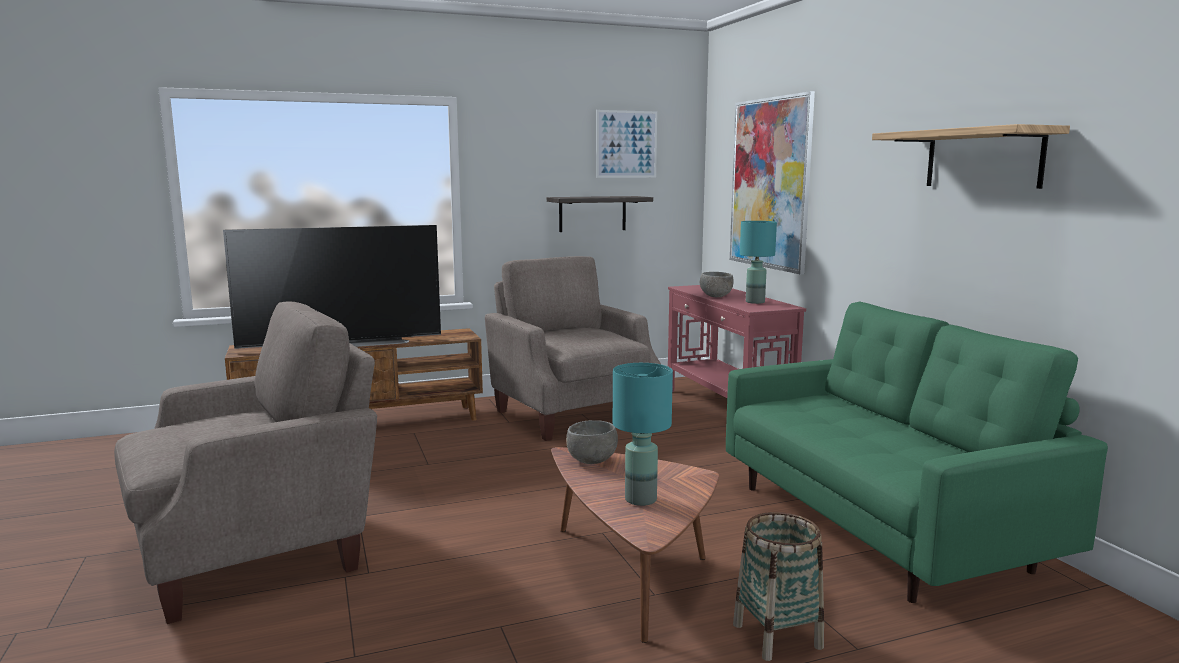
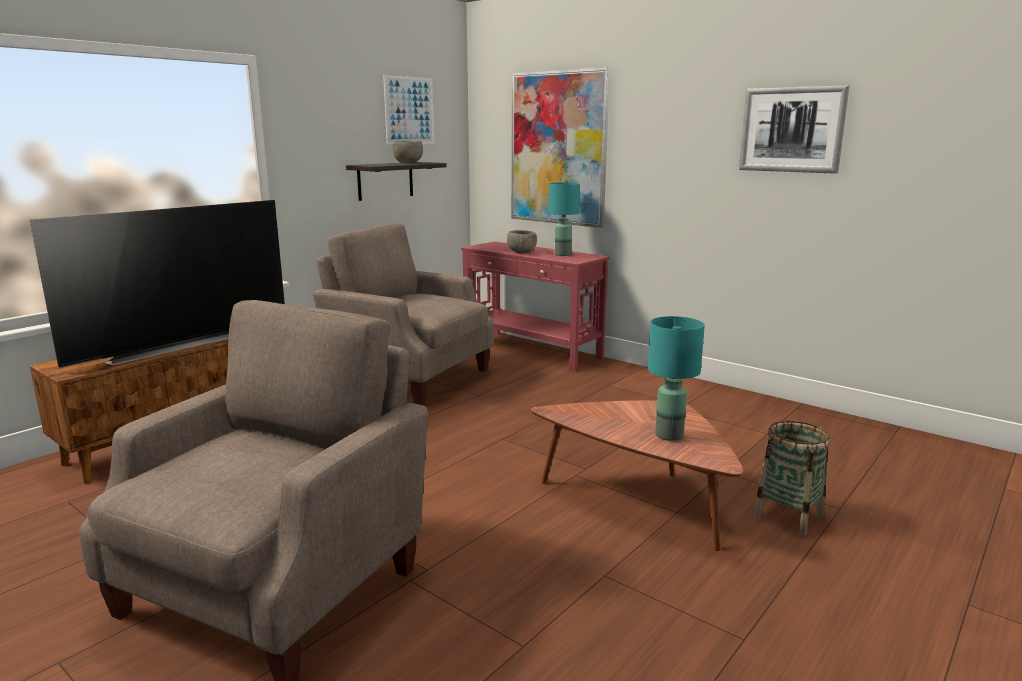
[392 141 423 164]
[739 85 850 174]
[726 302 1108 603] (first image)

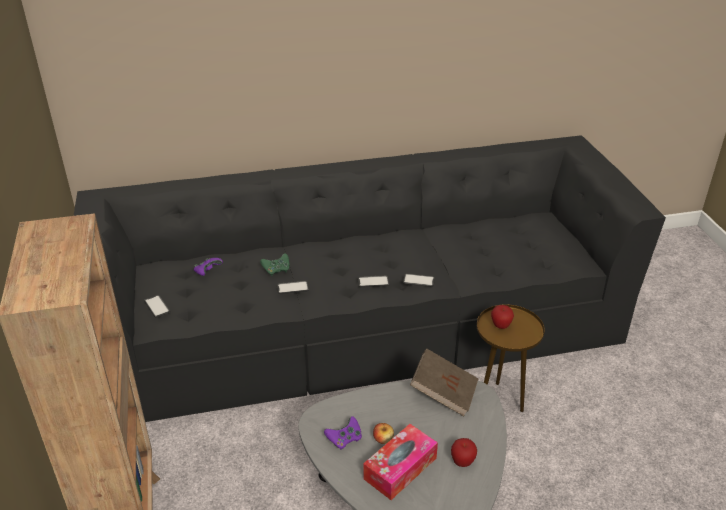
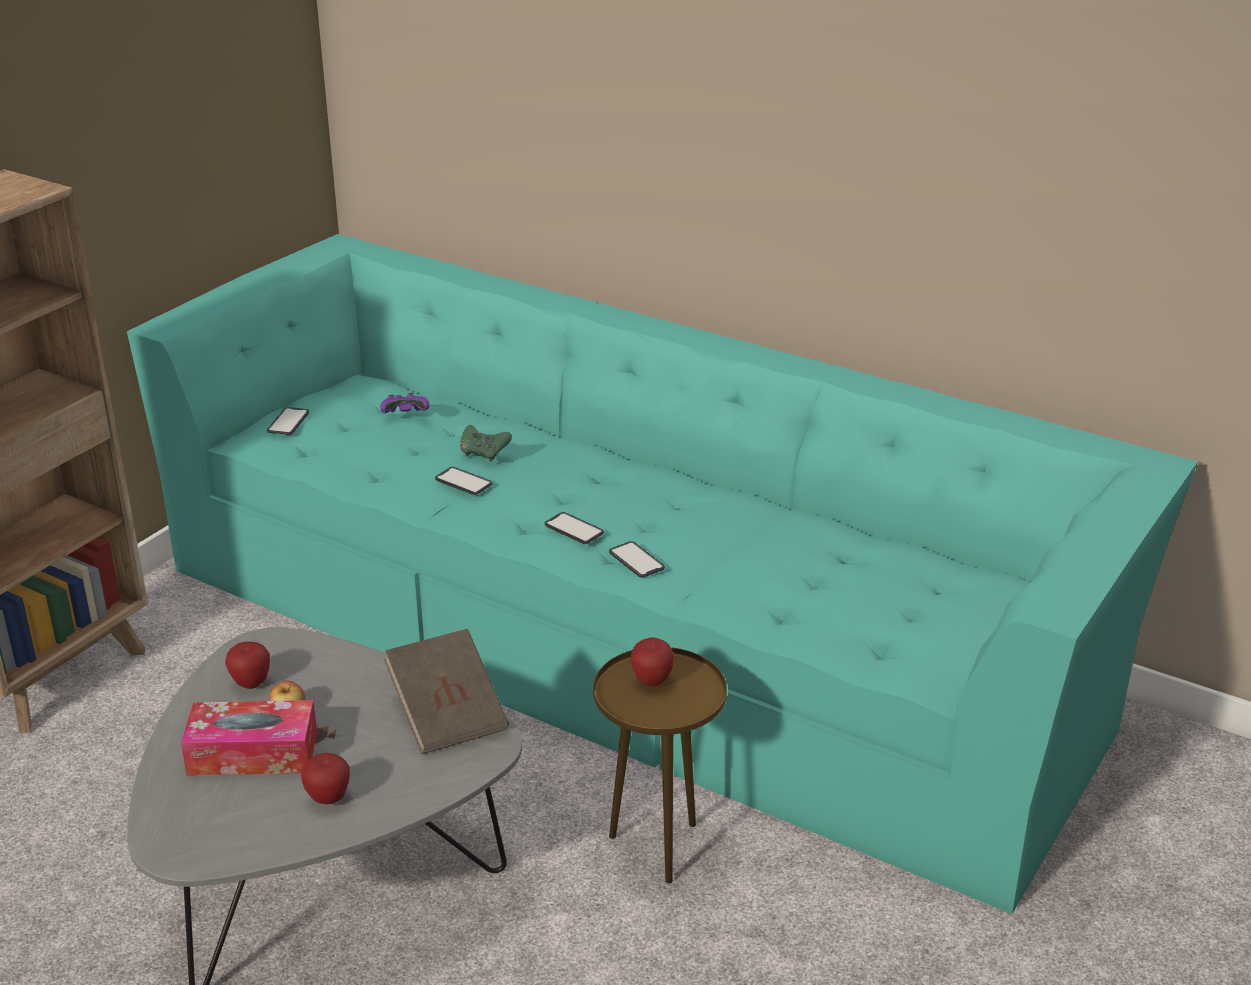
[127 234 1198 914]
[225 641 270 689]

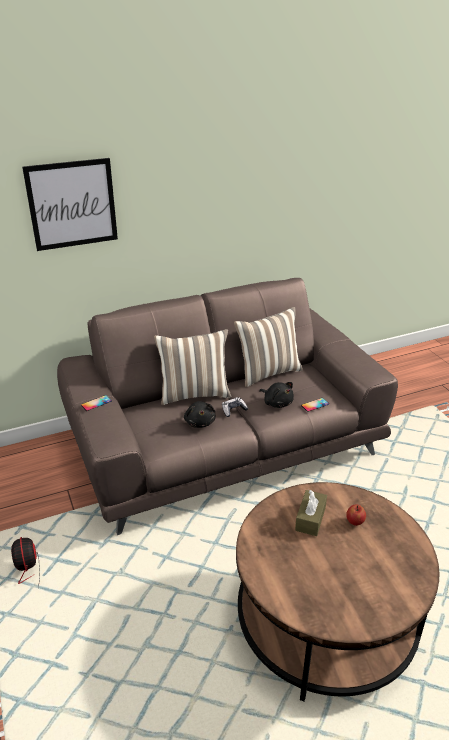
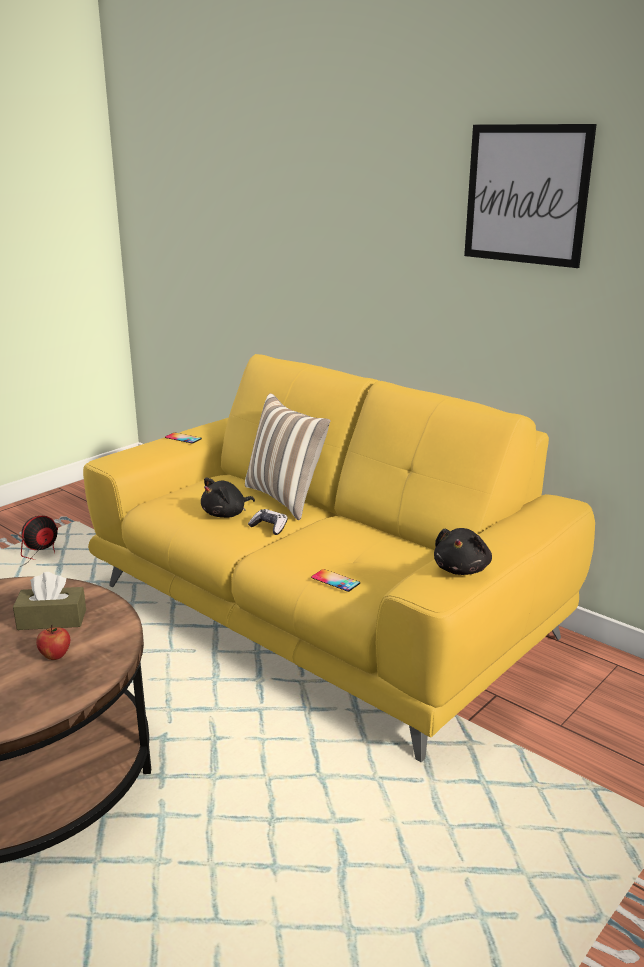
[83 354 595 762]
[434 528 492 575]
[464 124 597 268]
[234 307 303 387] (first image)

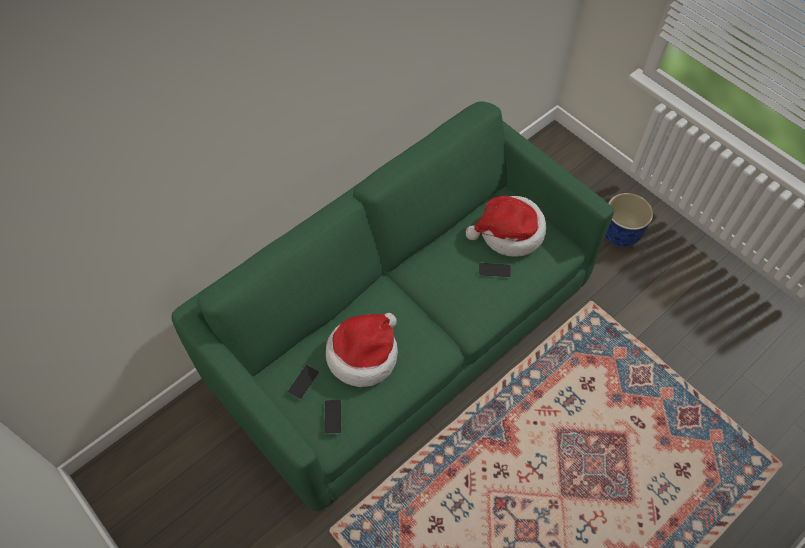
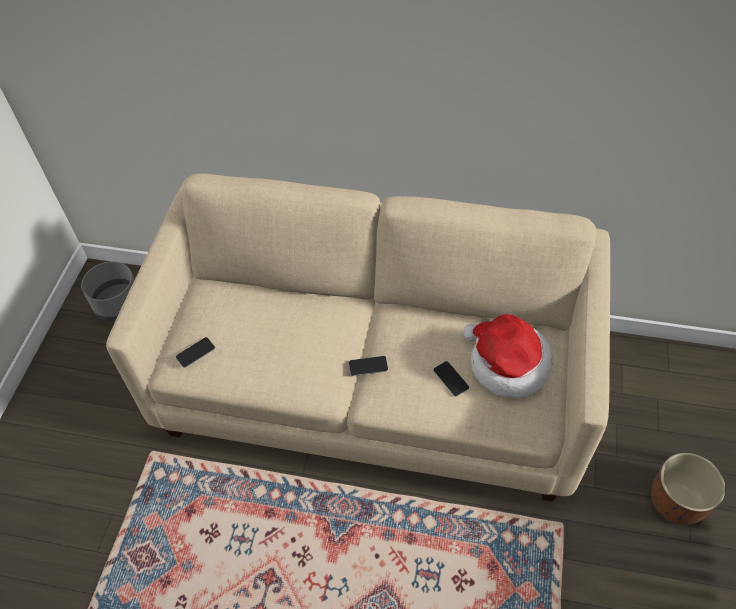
[81 261 135 322]
[106 174 610 501]
[349 356 388 376]
[651 453 725 525]
[326 313 398 387] (first image)

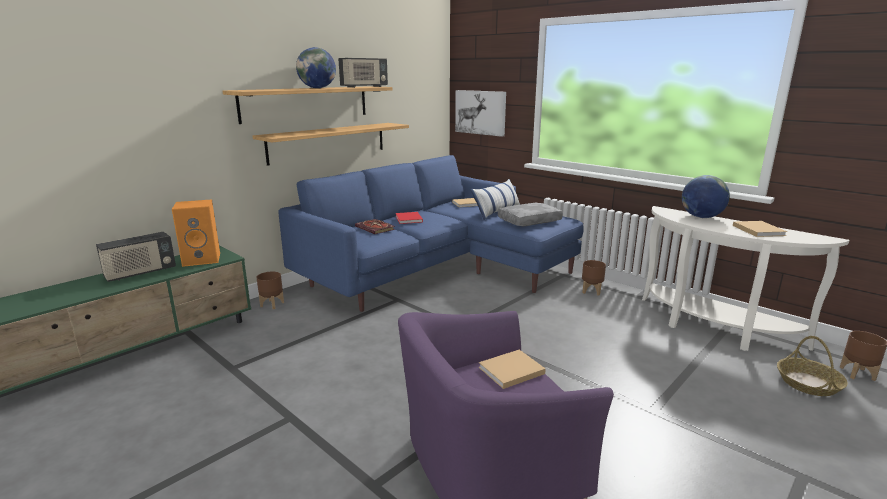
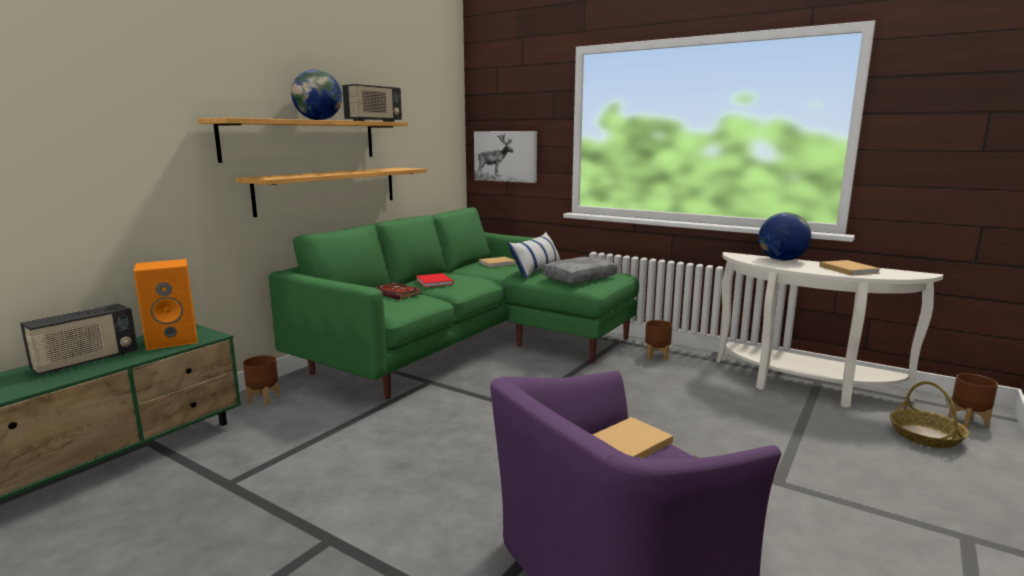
[269 207 639 399]

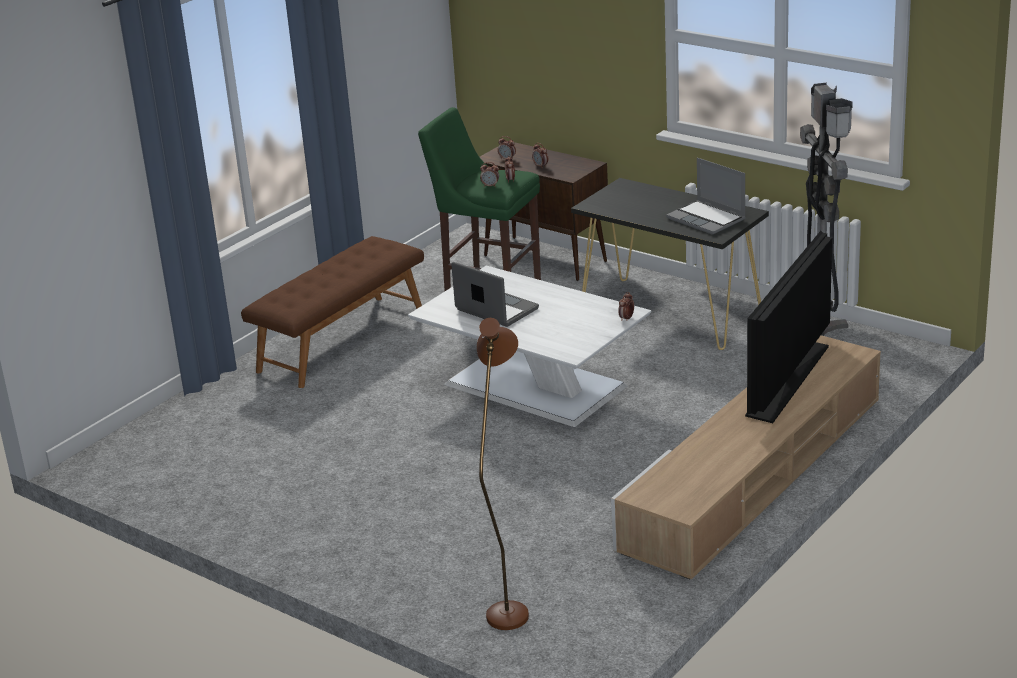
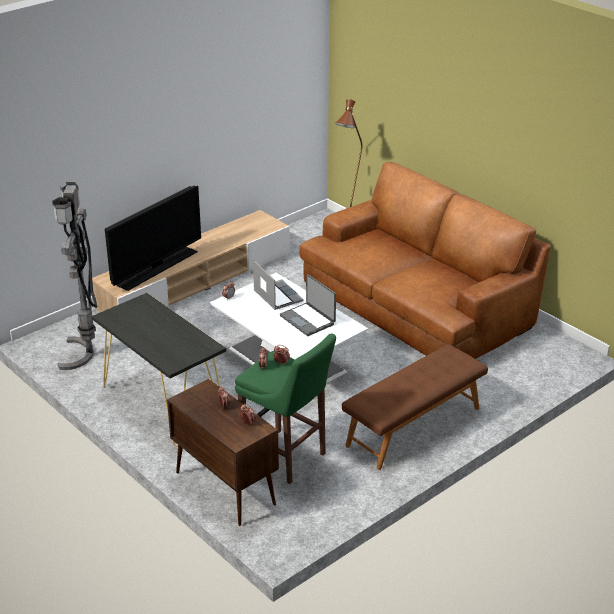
[253 260 304 310]
[299 162 551 359]

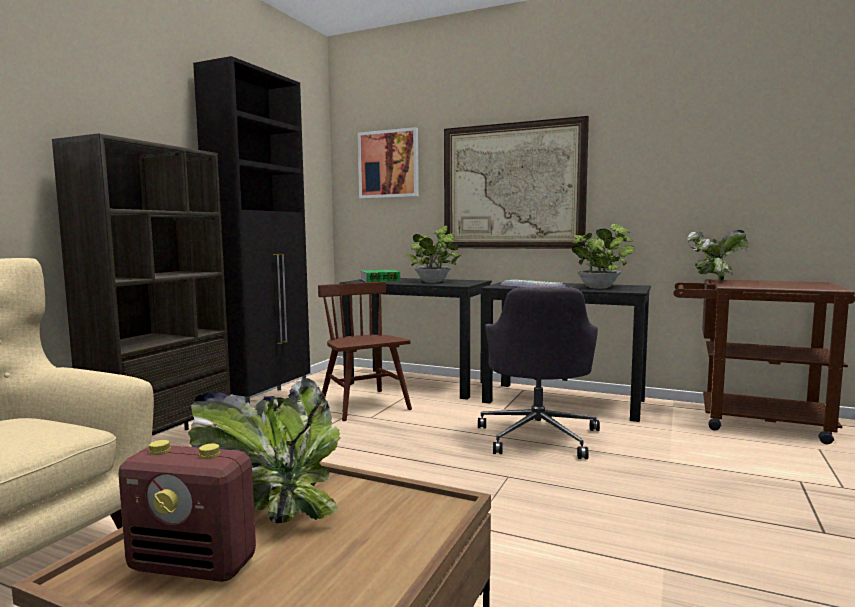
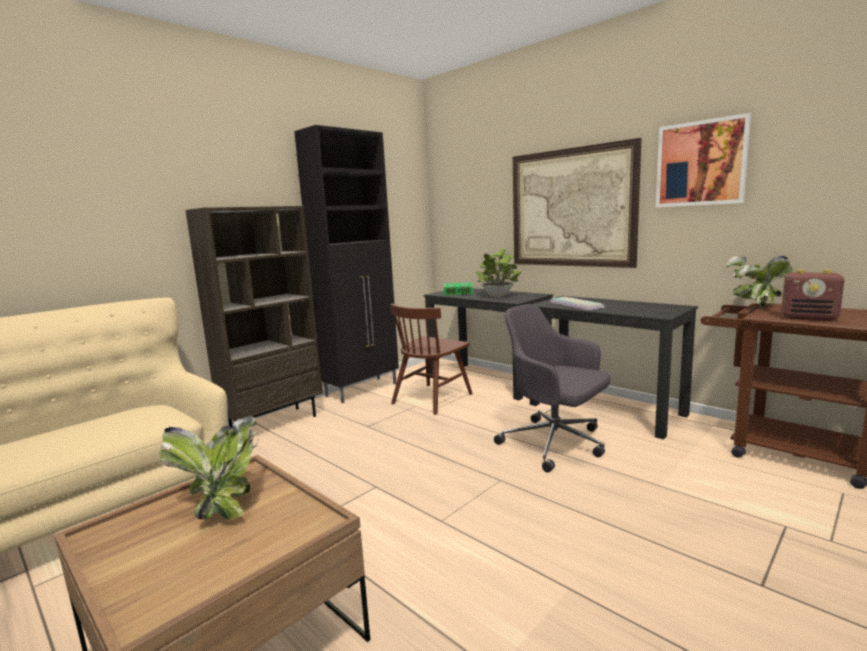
[390 304 473 414]
[494 304 611 472]
[656 113 751 207]
[781 269 845 321]
[572 223 635 289] (first image)

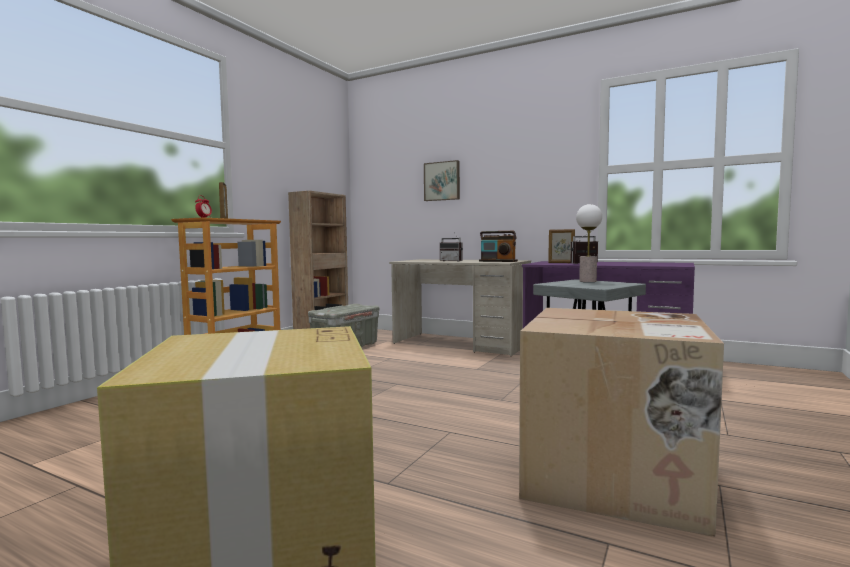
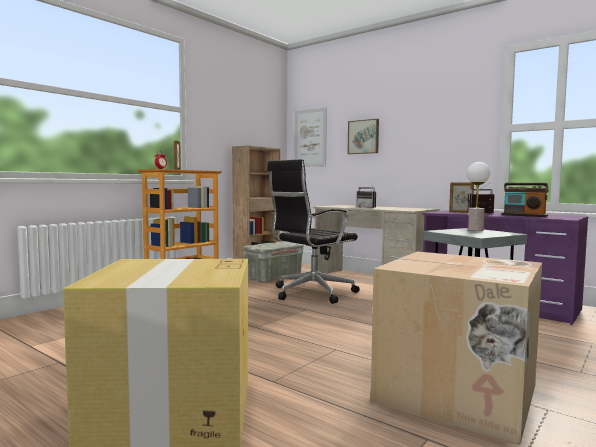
[267 159 360 304]
[294 107 327 167]
[501 183 549 217]

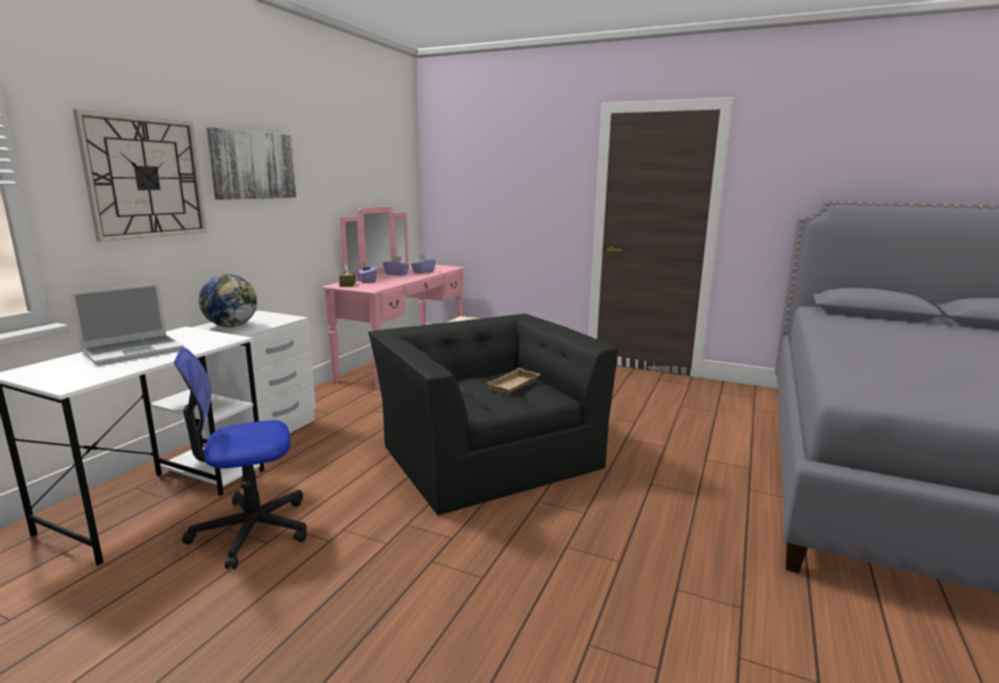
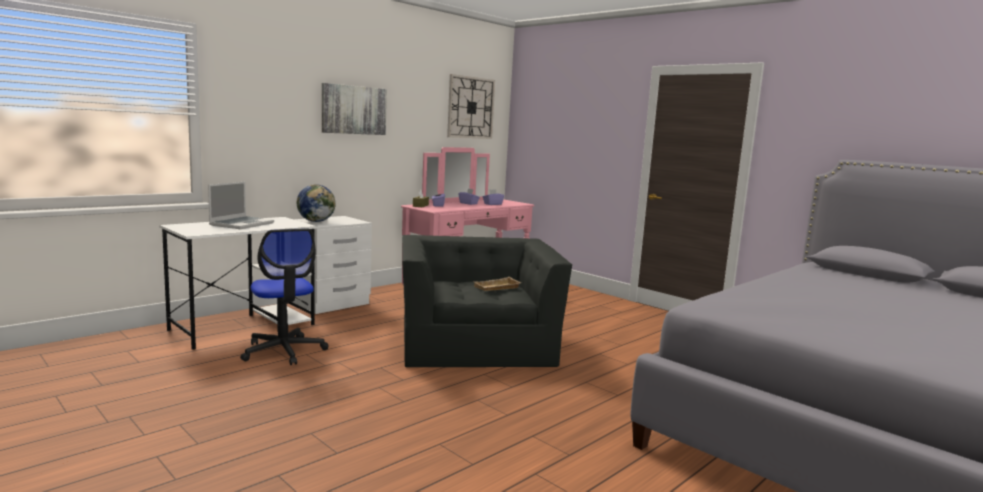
[208 182 274 229]
[240 228 329 365]
[447 74 495 139]

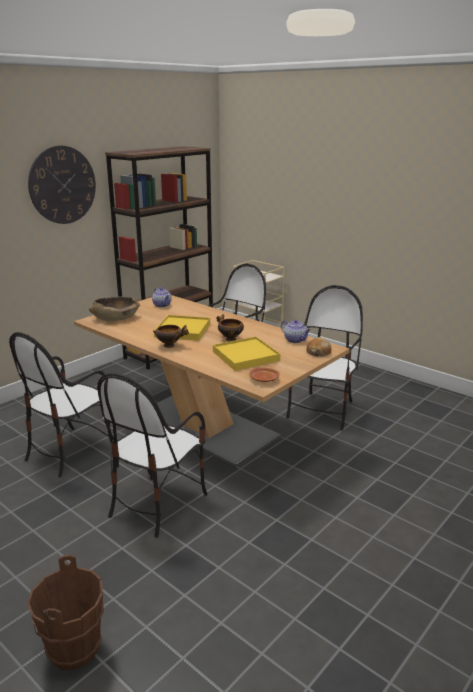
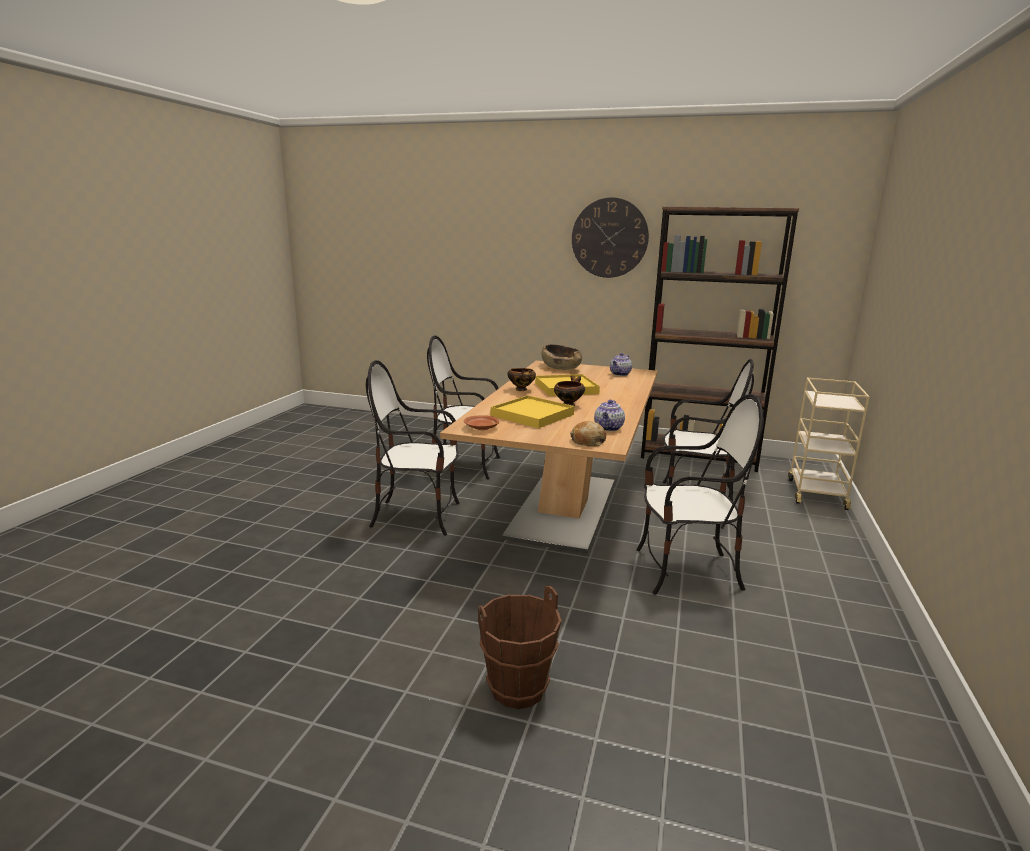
[478 586 562 709]

